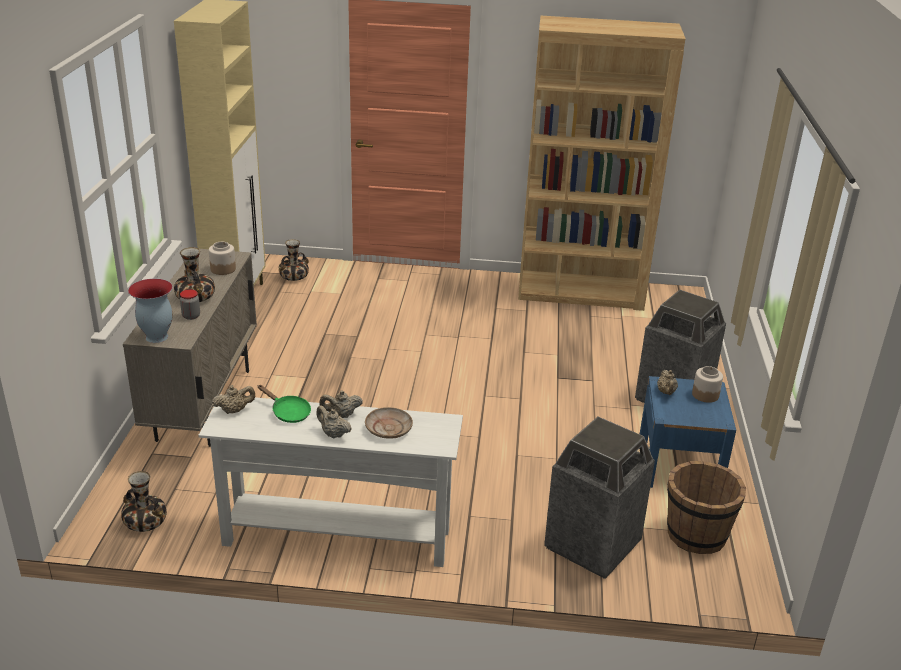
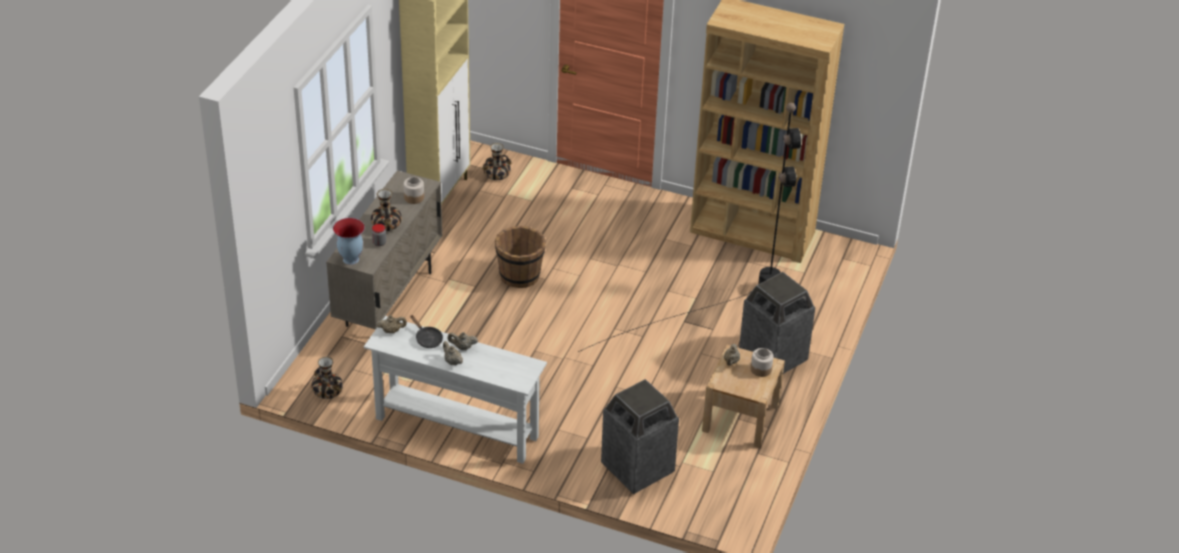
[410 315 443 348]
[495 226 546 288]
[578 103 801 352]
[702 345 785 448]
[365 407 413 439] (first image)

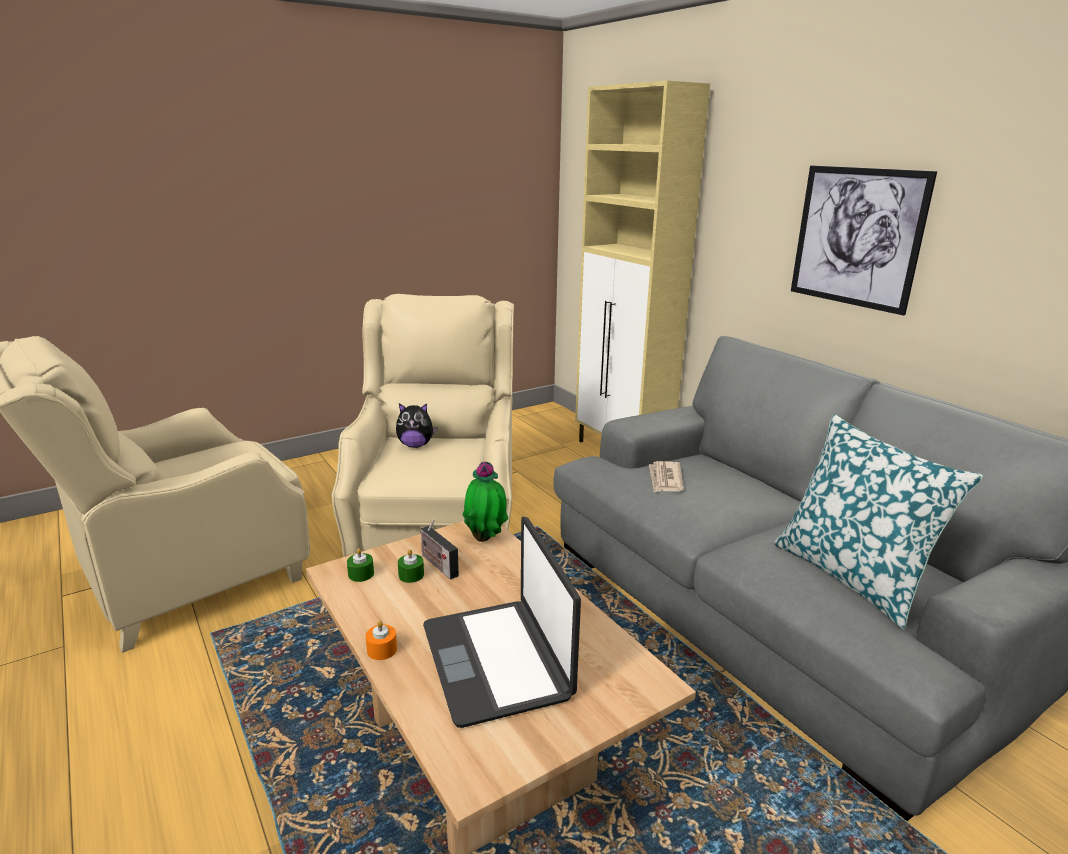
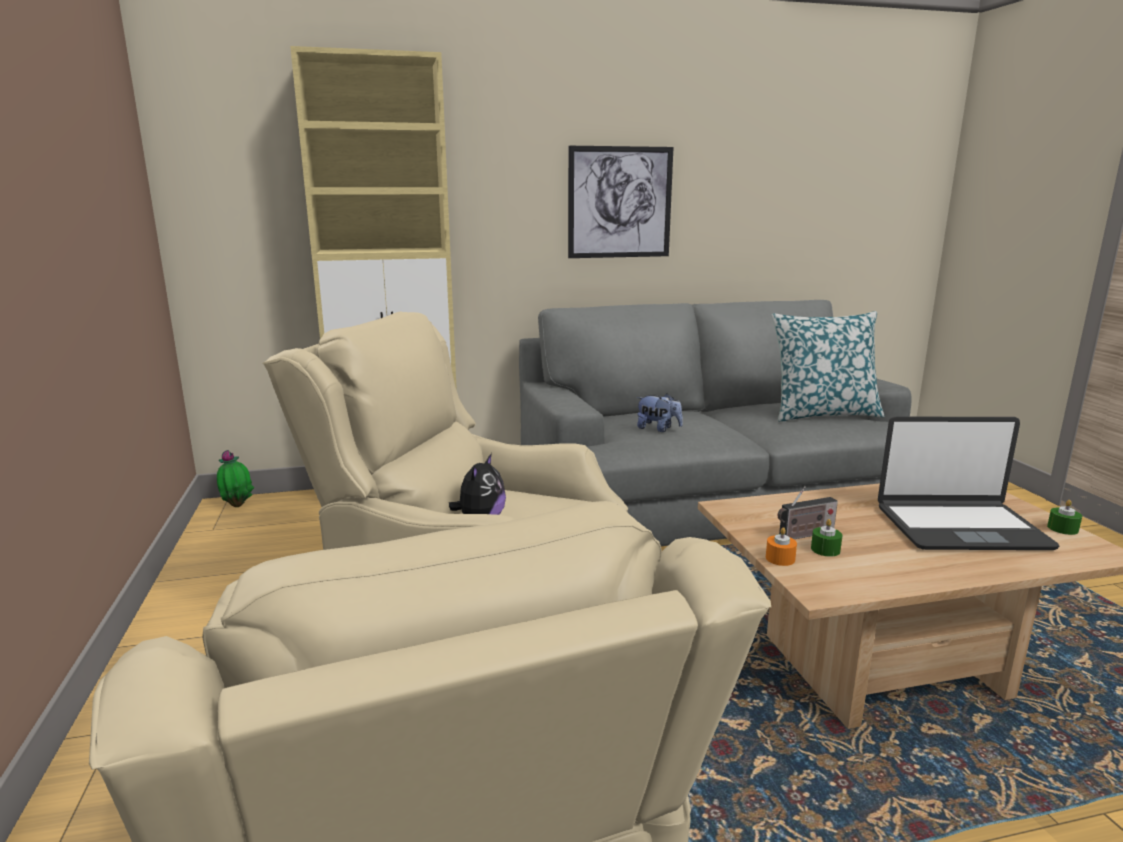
[217 450 254 507]
[636 394 683 432]
[766 527 797 566]
[1047 500 1082 535]

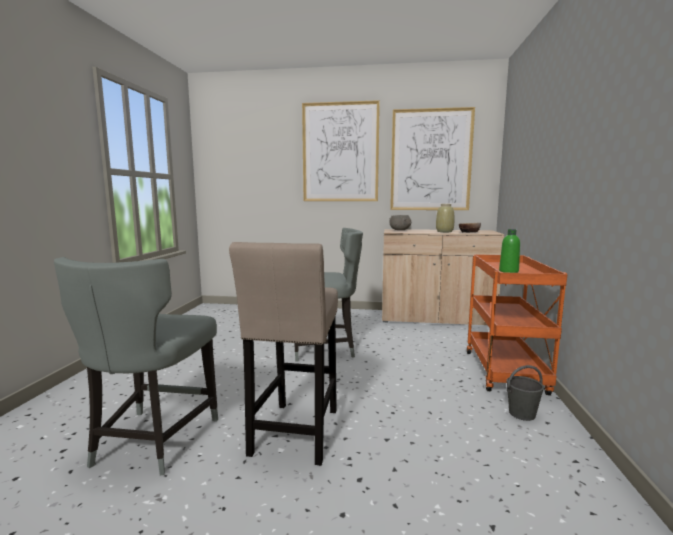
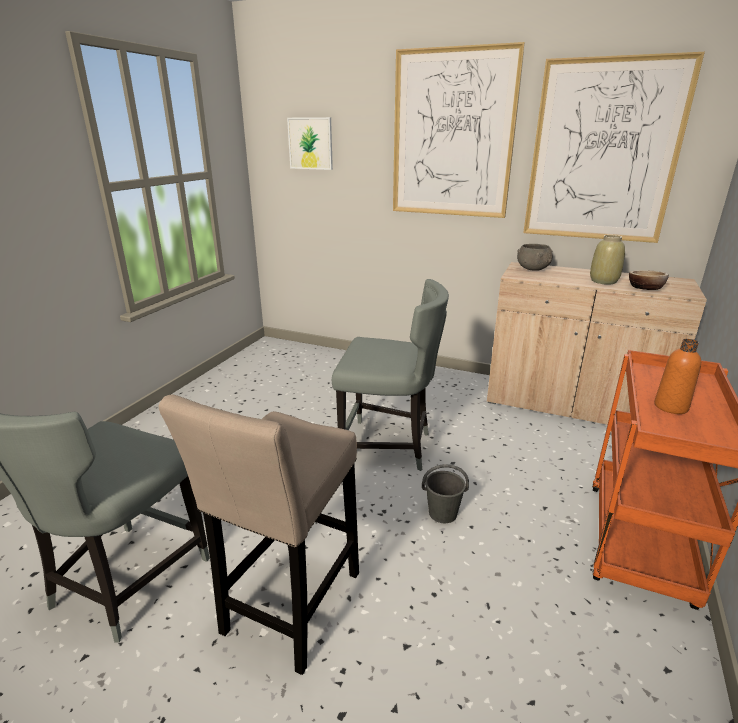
[287 117 333 170]
[422 464 469 523]
[654 339 701 414]

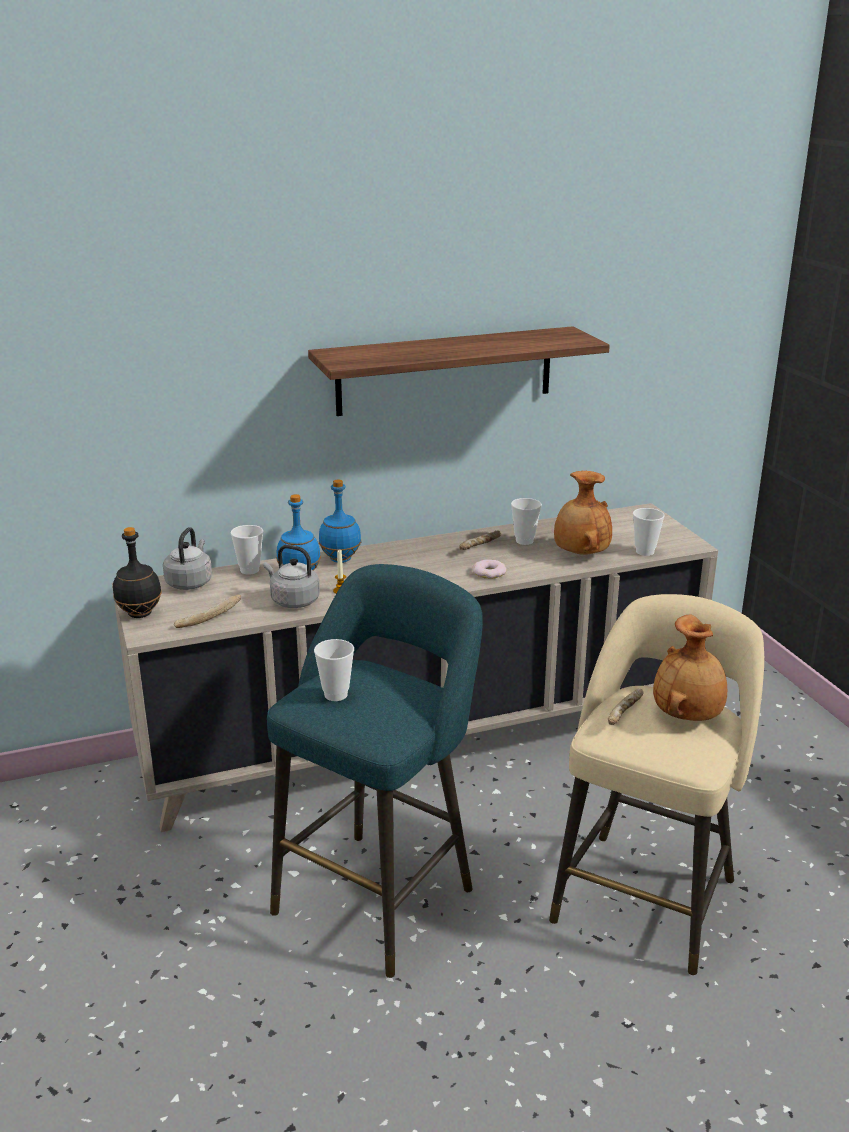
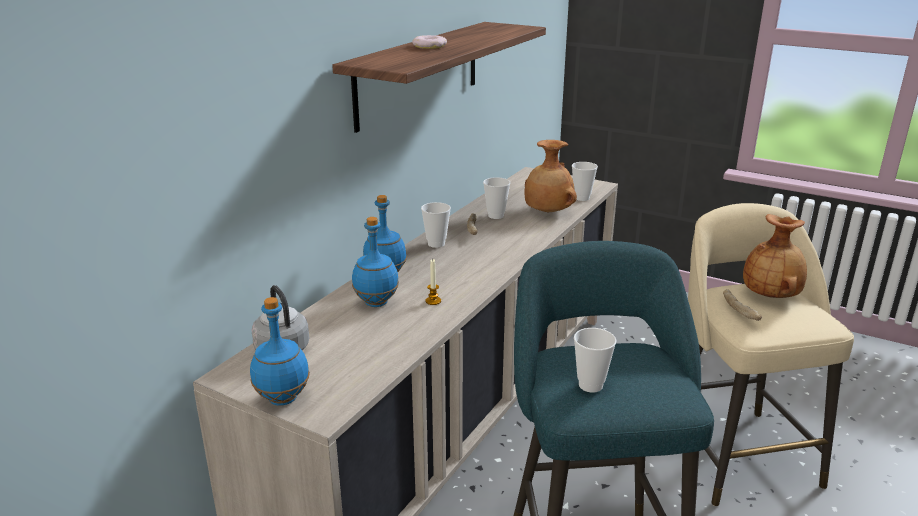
[250 297 310 406]
[412 35 447 49]
[421 202 451 248]
[174 594 241 628] (first image)
[264 545 320 608] (first image)

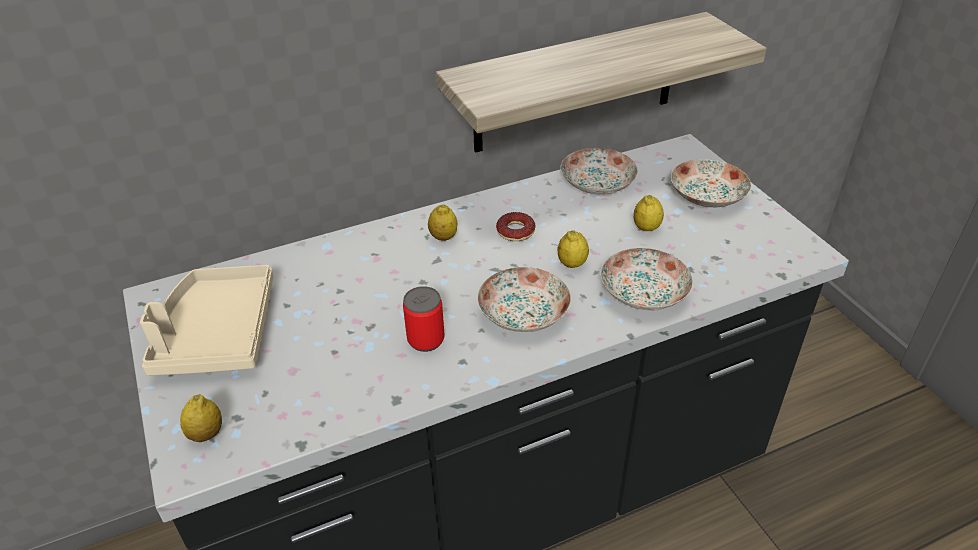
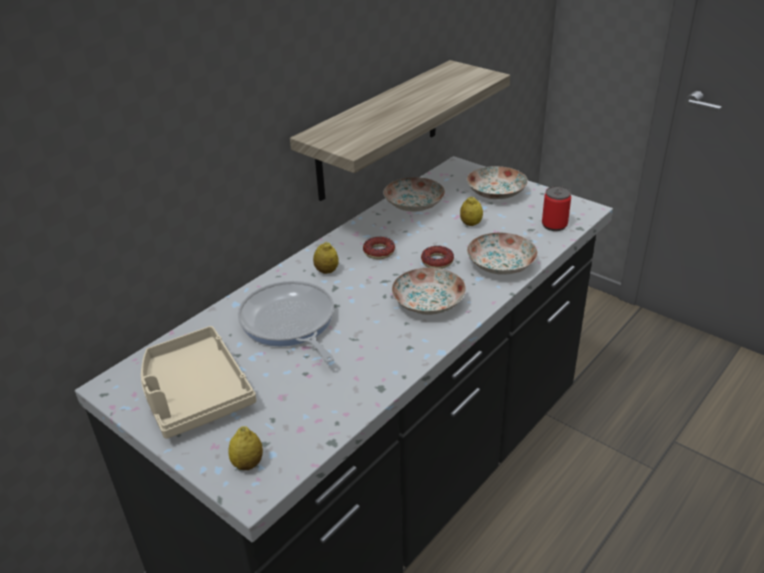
[238 281 334 362]
[421 246 454 269]
[542 186 571 231]

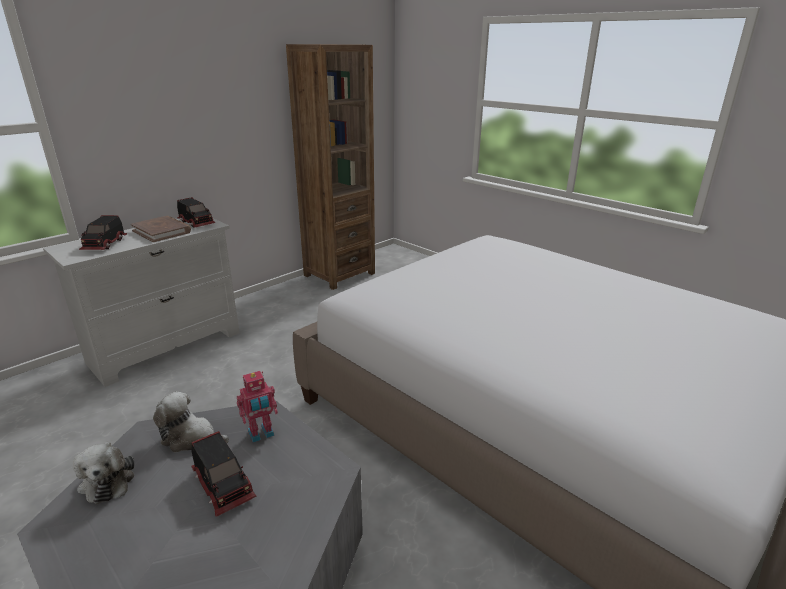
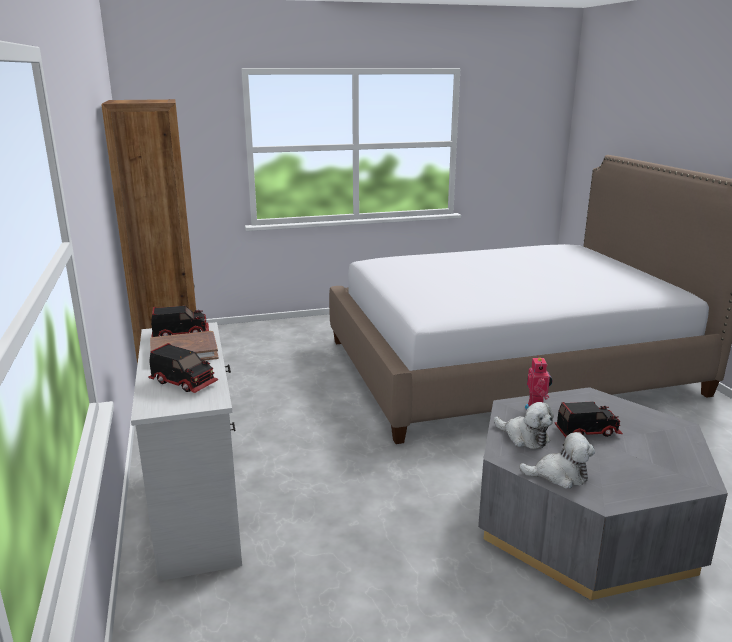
[494 402 554 449]

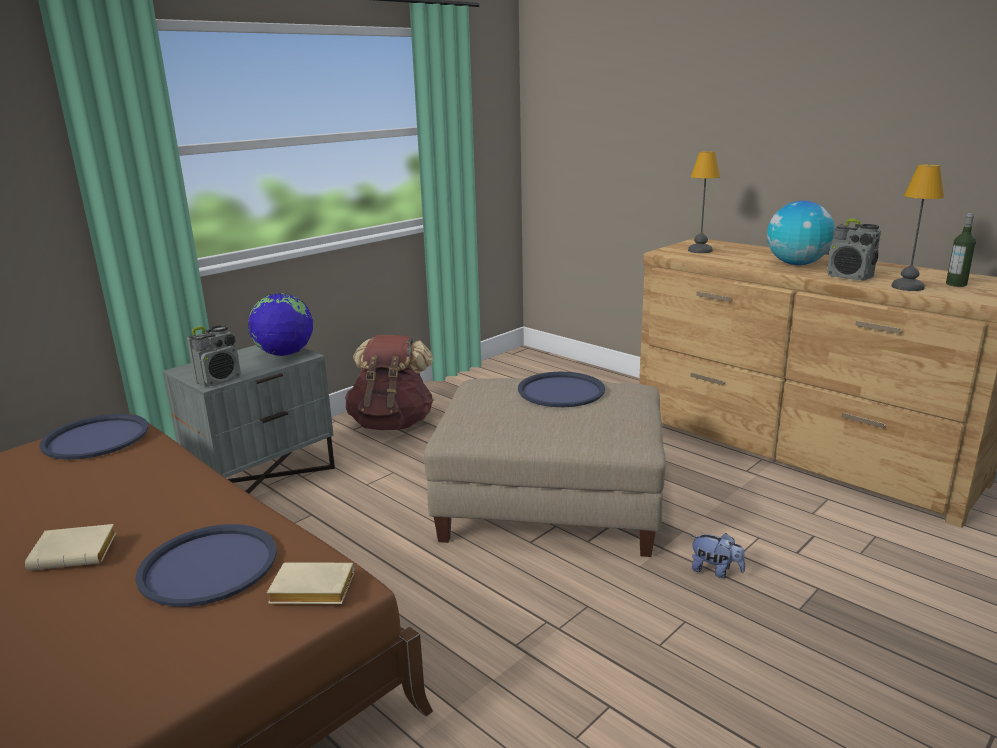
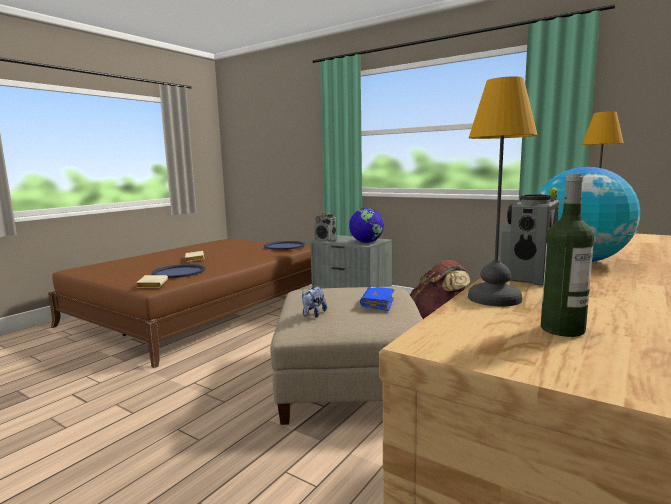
[302 286 327 318]
[360 287 395 311]

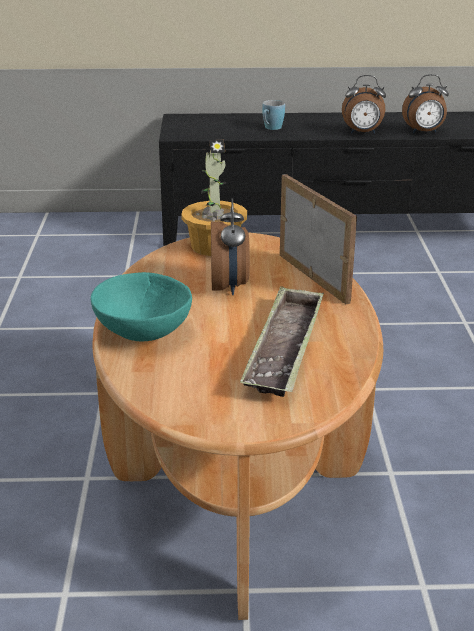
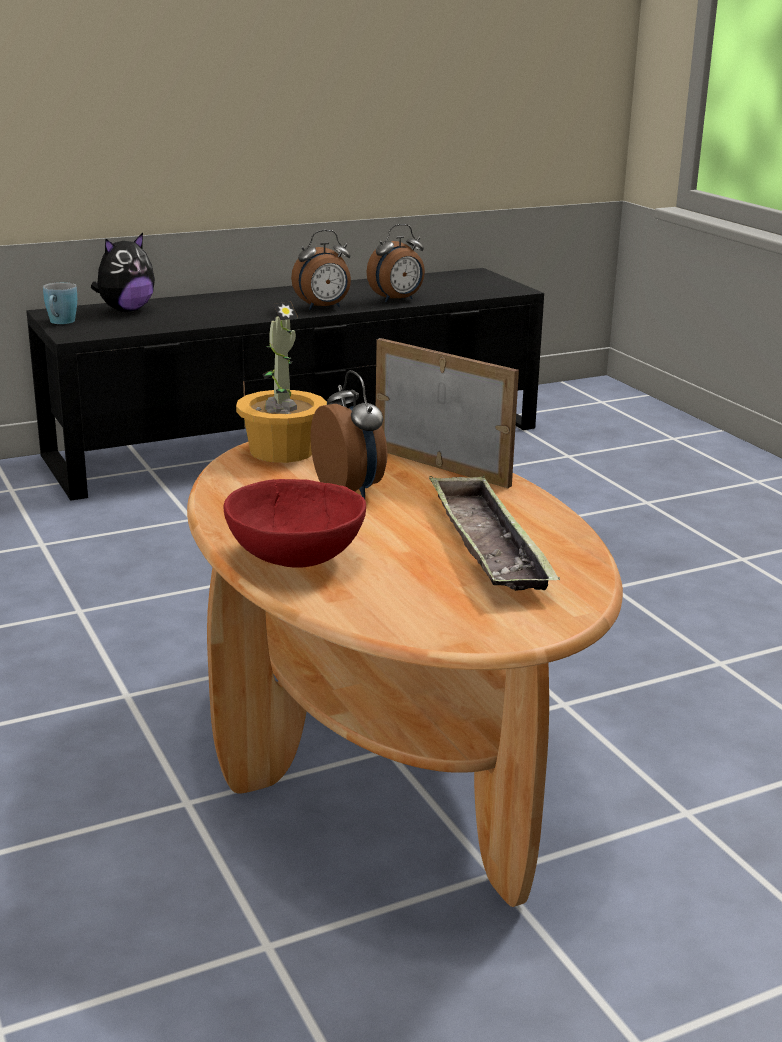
[43 282 77 324]
[91 233 155 312]
[224 479 366 568]

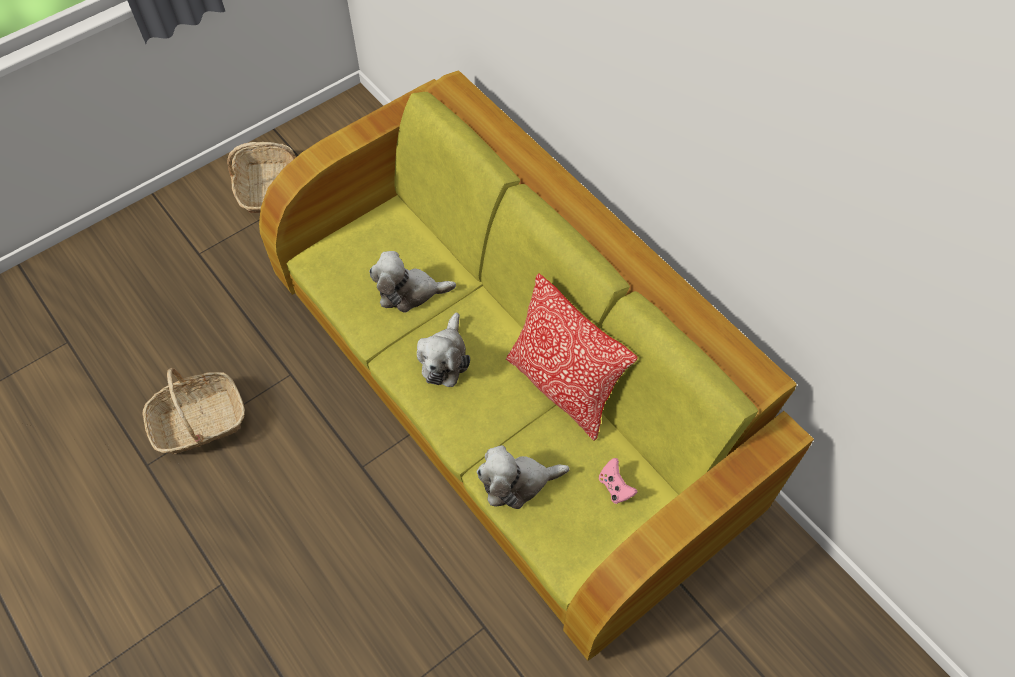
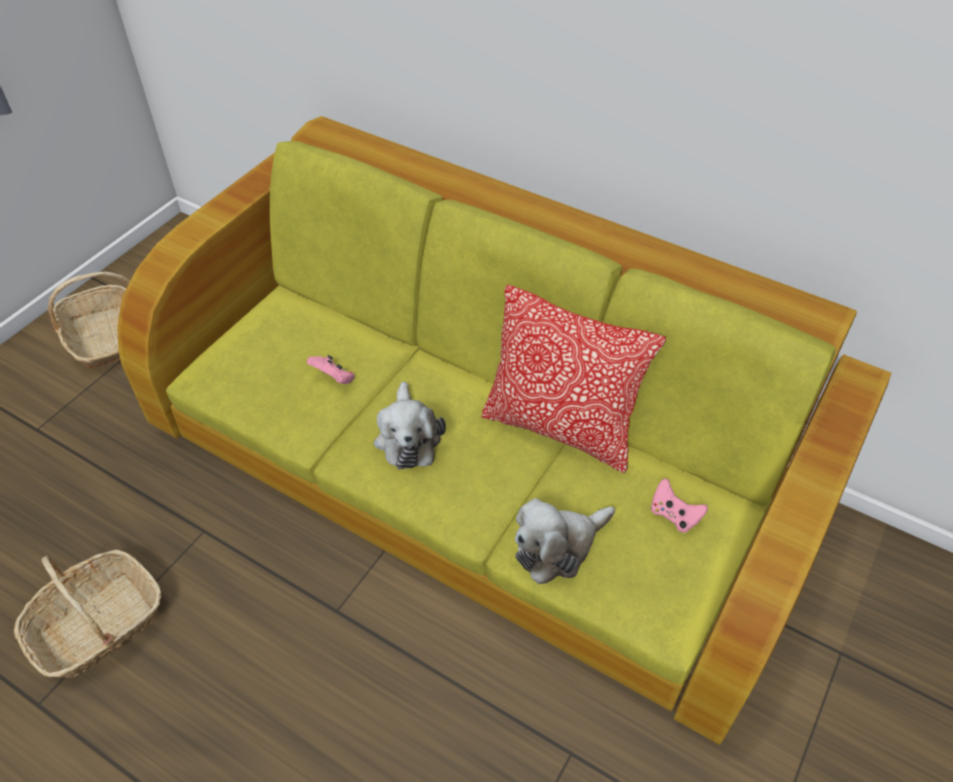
[307 355 355 384]

